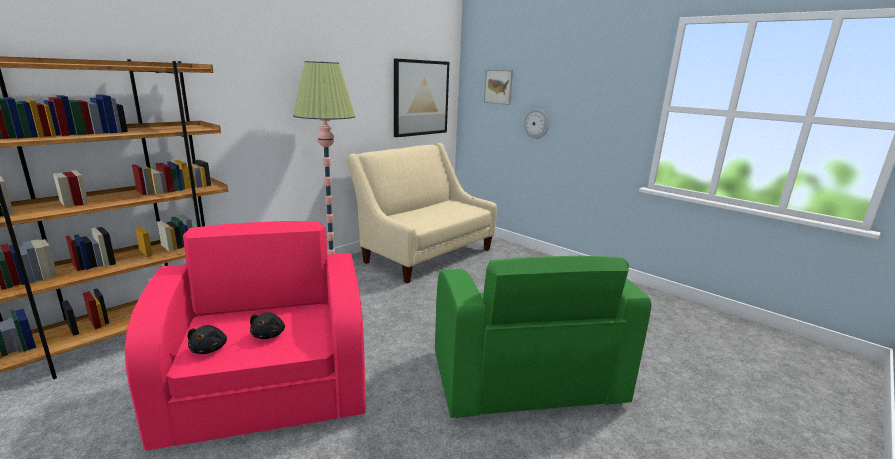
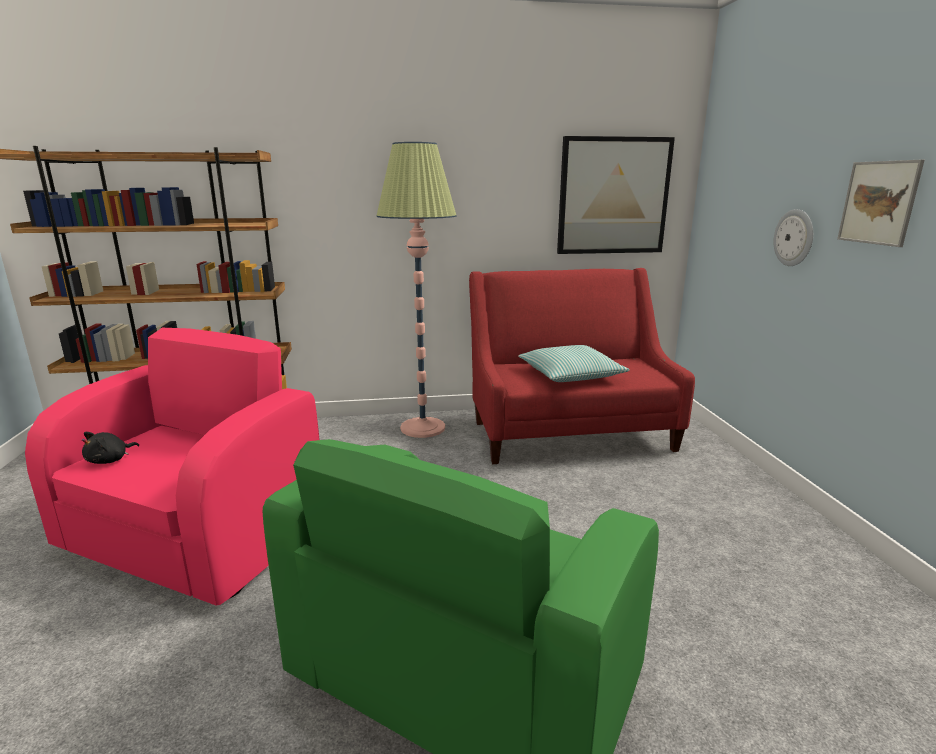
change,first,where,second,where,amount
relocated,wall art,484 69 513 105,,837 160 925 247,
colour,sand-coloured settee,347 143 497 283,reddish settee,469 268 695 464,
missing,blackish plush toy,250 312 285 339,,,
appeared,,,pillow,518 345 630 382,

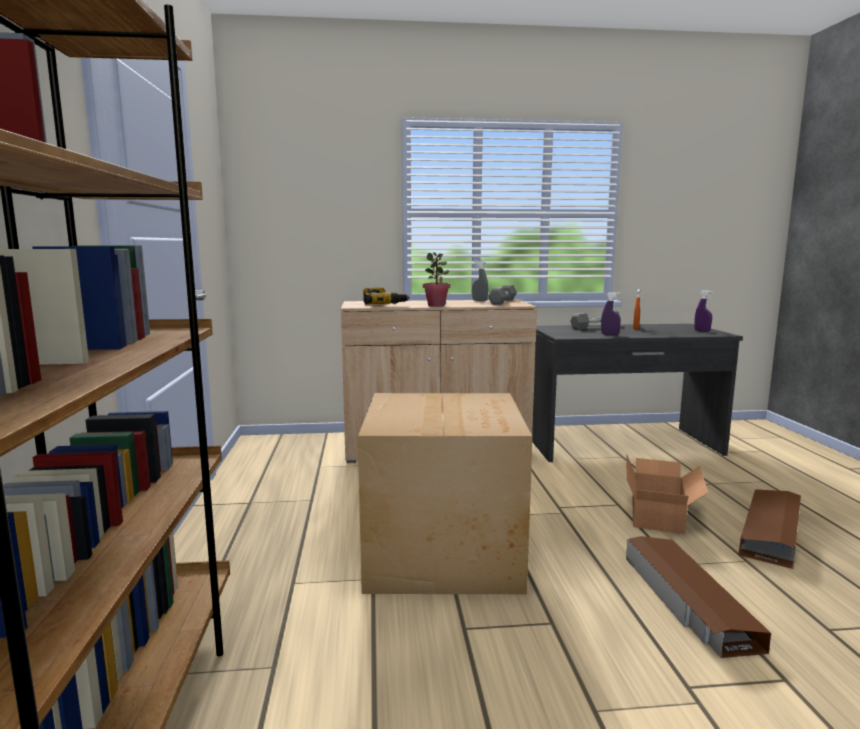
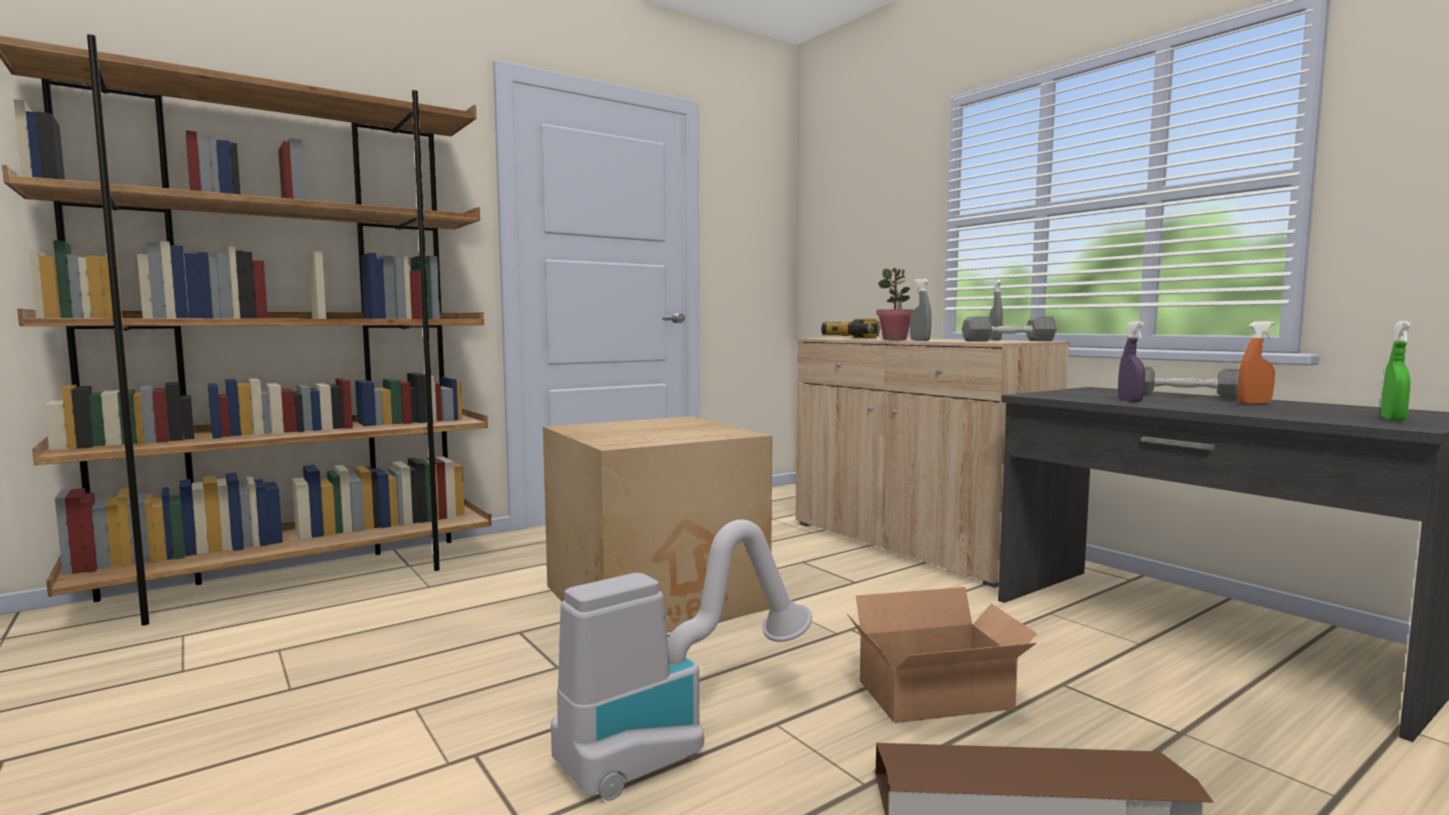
change,first,where,second,where,amount
colour,purplish sprayer,694 290 713 332,greenish sprayer,1381 321 1411 421,
exchanged,brownish storage box,626 536 771 658,vacuum,551 520 812 801,
appeared,,,grey sprayer,910 279 932 341,

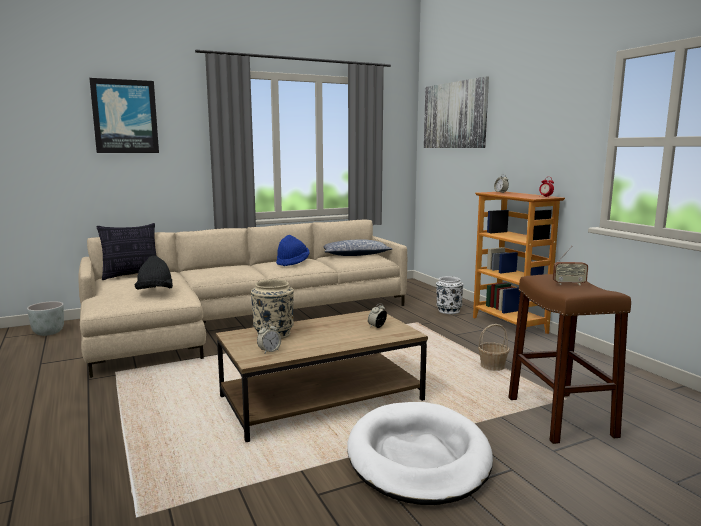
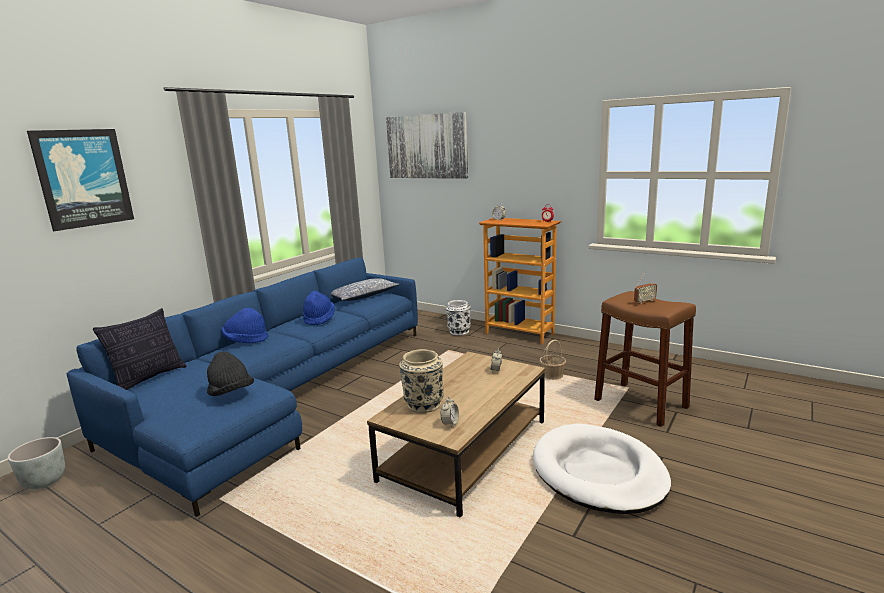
change,first,where,second,where,amount
colour,sand-coloured settee,78 220 407 378,bluish settee,67 258 418 517,
appeared,,,bluish hat,222 308 268 343,

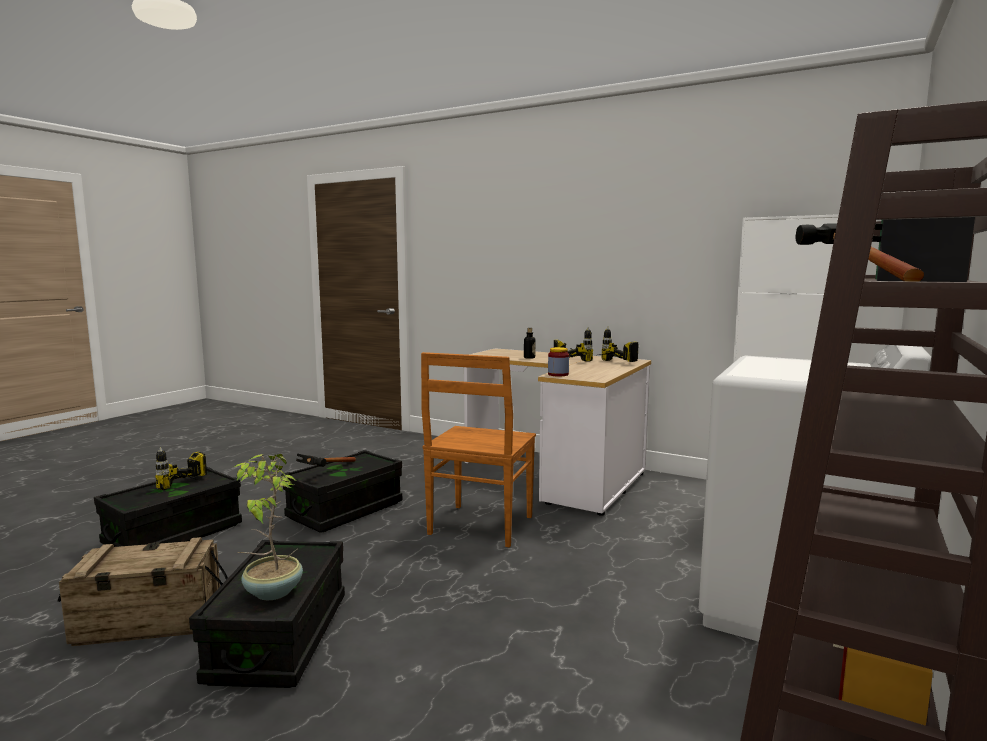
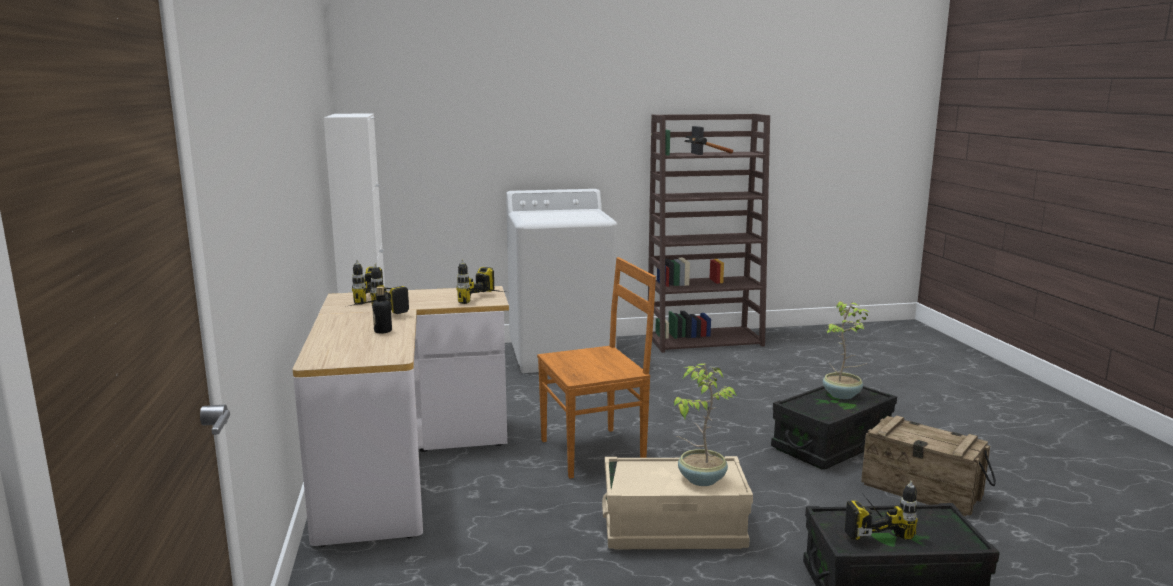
change,first,where,second,where,amount
exchanged,storage jar,548 347 569 376,electric drill,457 259 504 304,
colour,blackish storage box,281 450 402 533,sand-coloured storage box,602 456 753 549,
exchanged,tool hammer,296 453 356 467,potted plant,674 363 737 486,

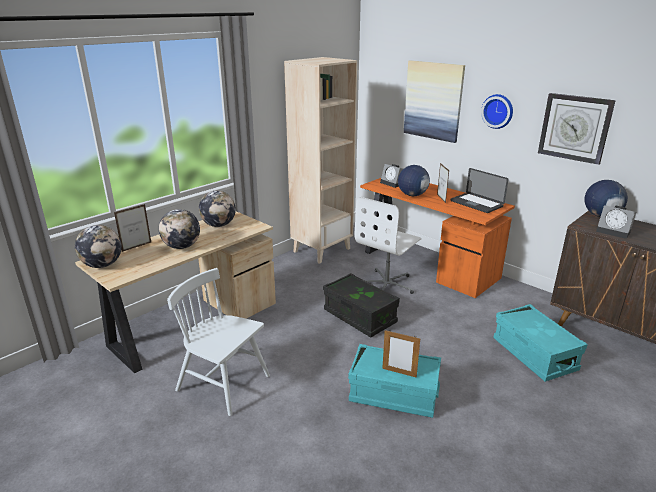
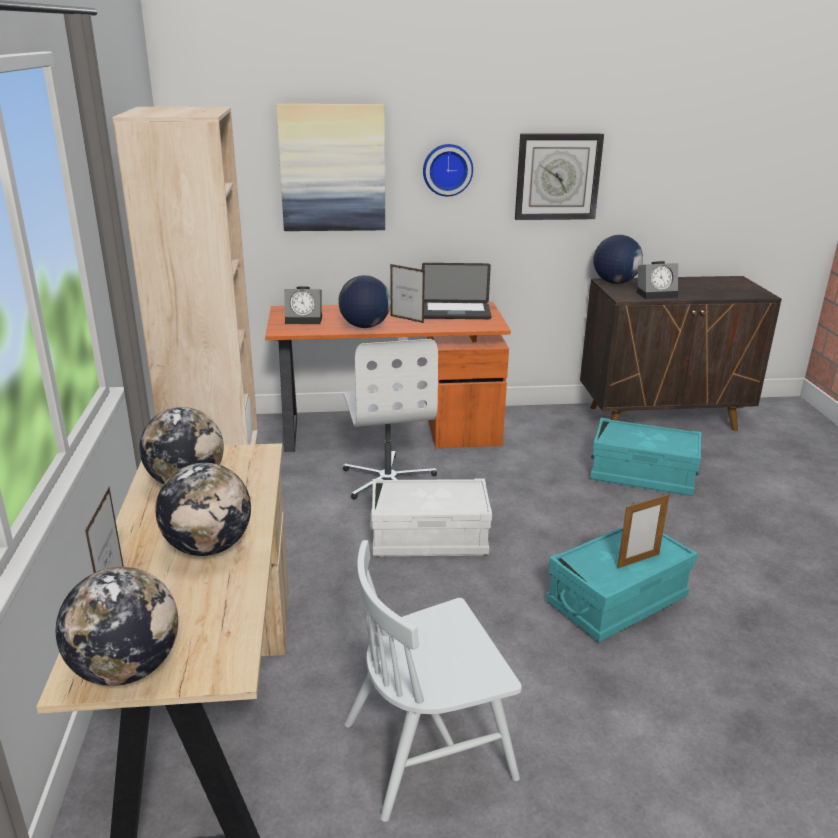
change,first,where,second,where,amount
colour,blackish storage box,323 273 400 337,whitish storage box,370 478 492 556,

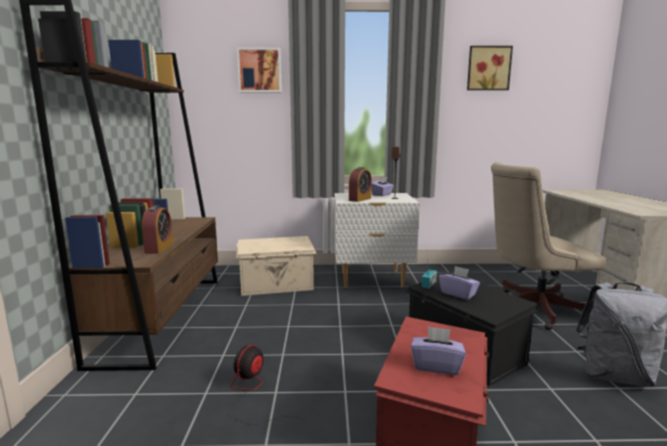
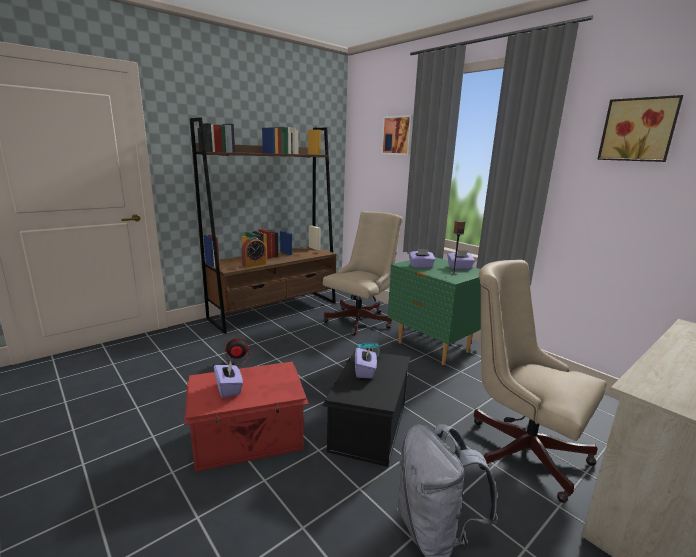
change,first,where,second,where,amount
exchanged,bedside clock,349 167 372 202,purplish tissue holder,409 249 435 268,
colour,whitish night table,334 193 420 288,greenish night table,388 257 481 365,
exchanged,sand-coloured storage box,236 236 317 296,sand-coloured desk chair,323 211 403 336,

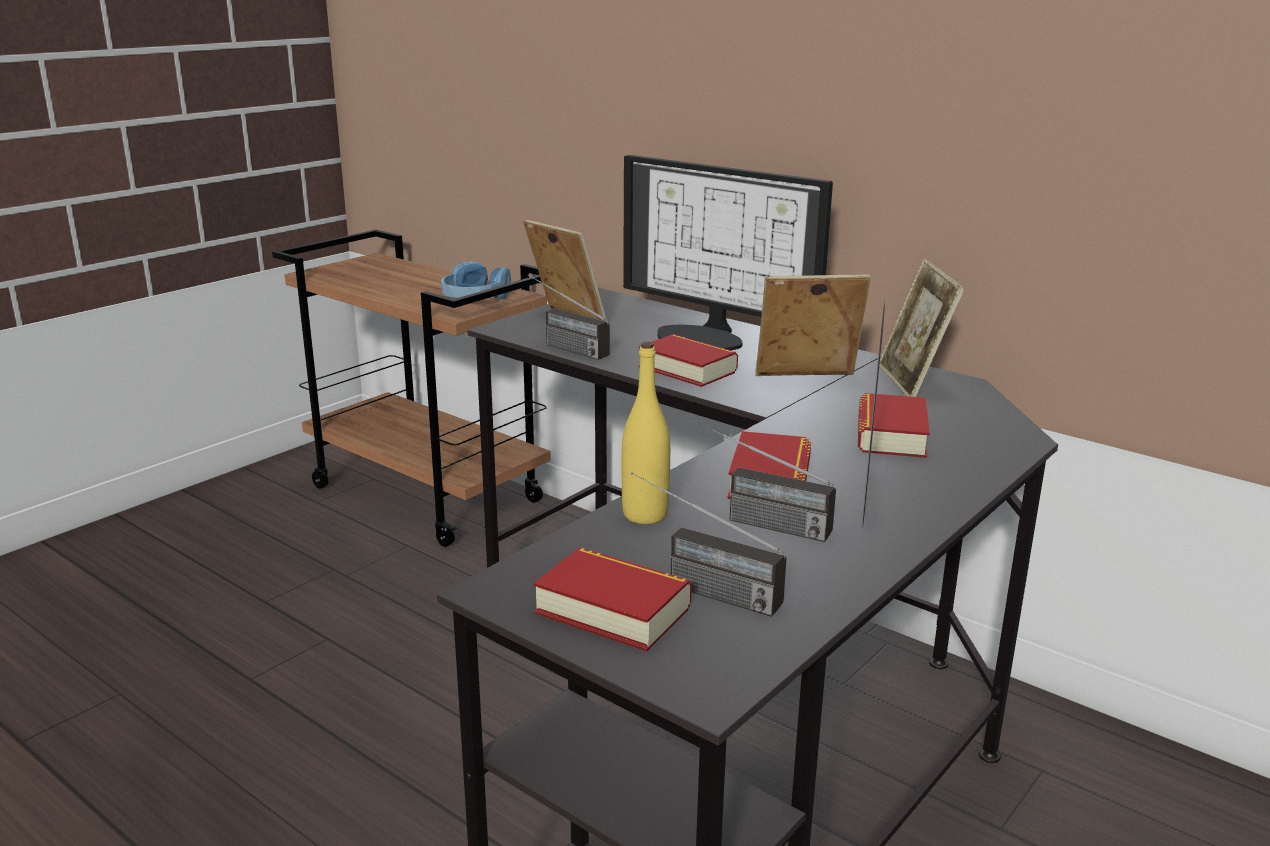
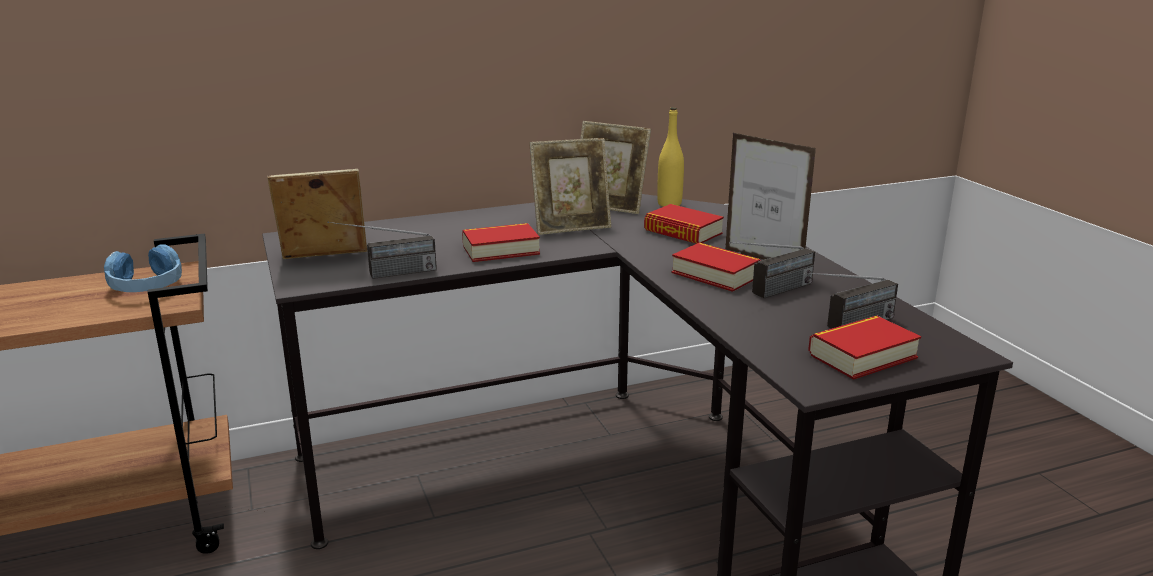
change,first,where,second,where,amount
missing,monitor,623 155 833 350,,,
spun,photo frame,755 274 871 376,,529 138 611 235,135 degrees counterclockwise
relocated,yellow beverage bottle,622 342 670 524,,657 107 684 207,

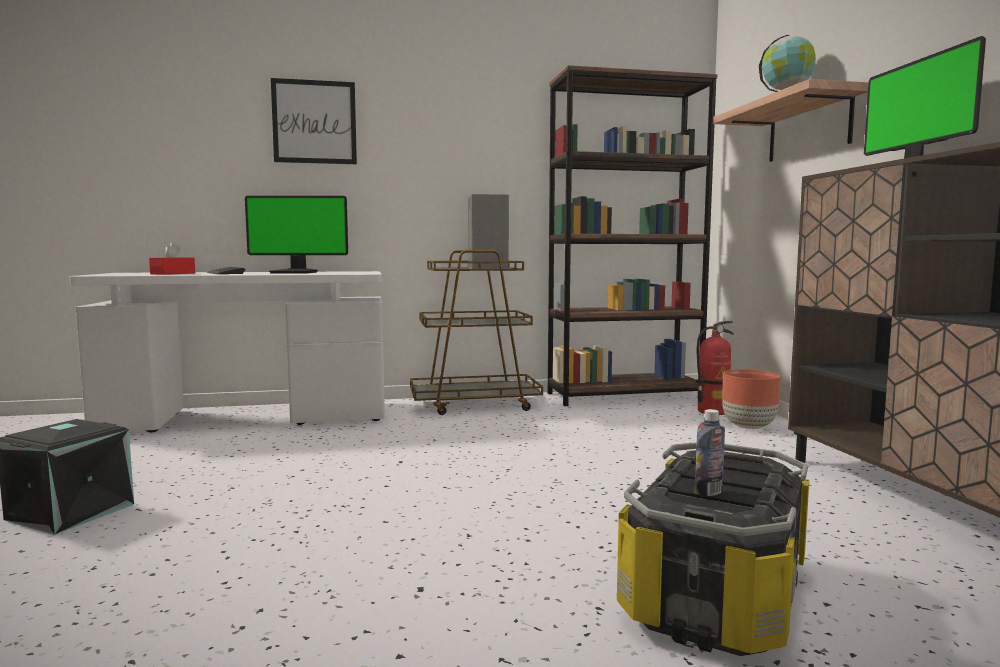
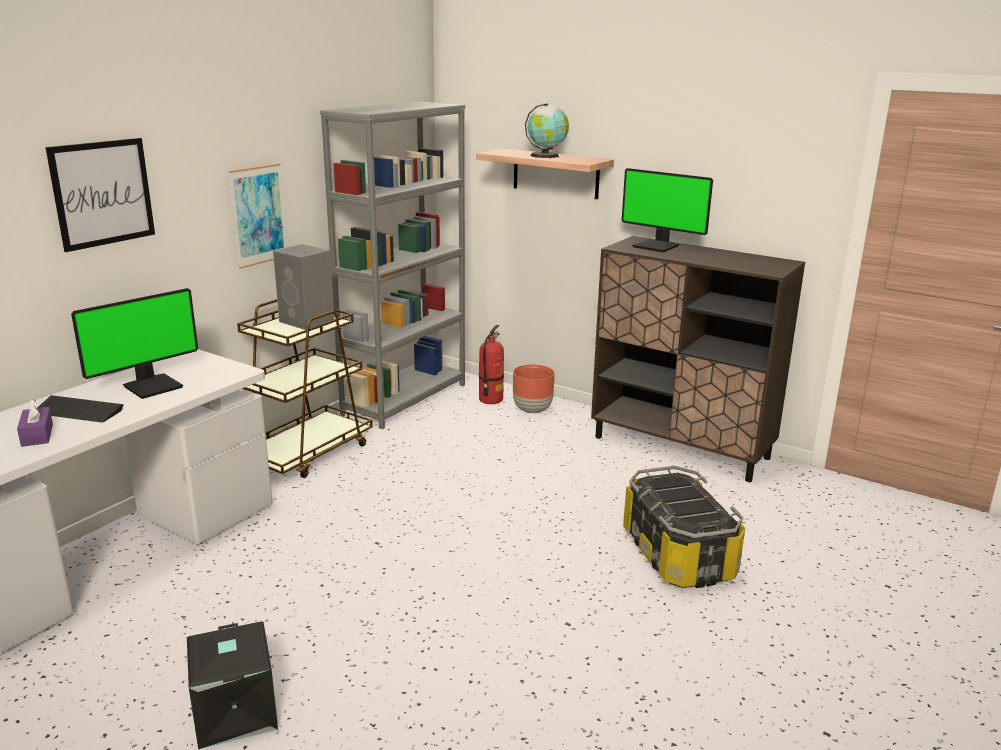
change,first,where,second,where,amount
colour,brownish bookshelf,548 65 717 406,grey bookshelf,320 102 465 429,
colour,reddish tissue holder,149 242 195 275,purplish tissue holder,17 399 53 447,
missing,beverage bottle,695 409 725 496,,,
appeared,,,wall art,229 163 286 269,

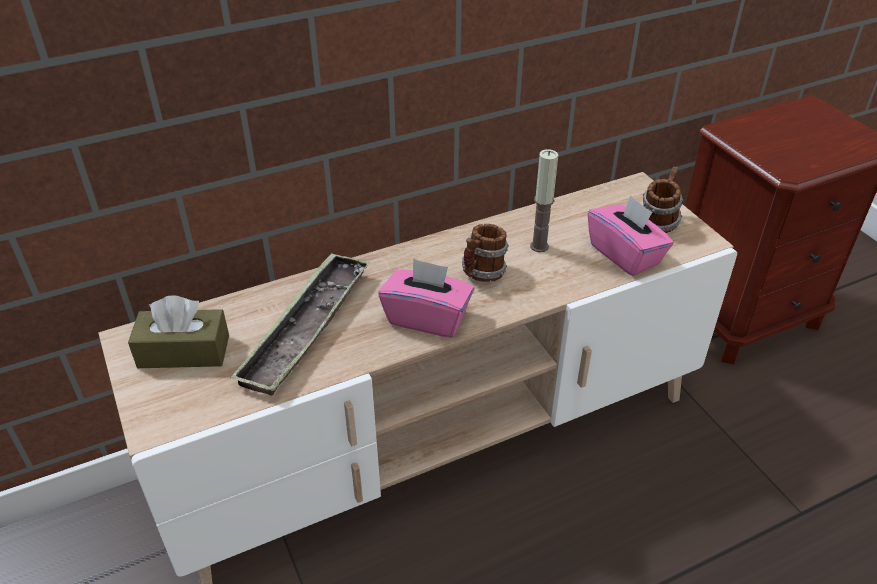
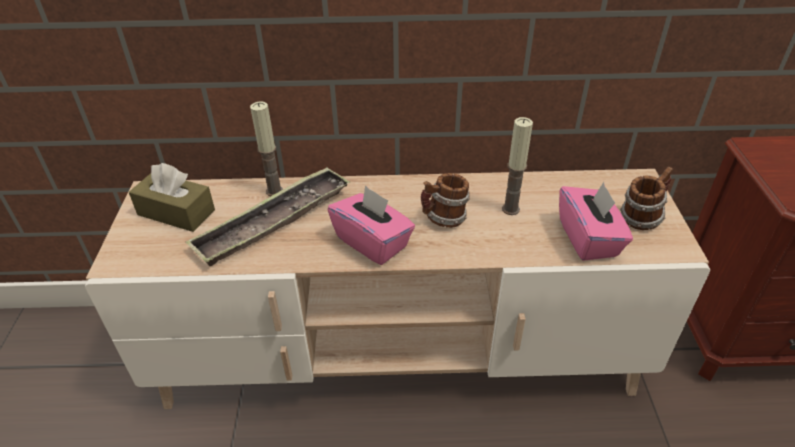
change,first,where,second,where,amount
appeared,,,candle,250 101 283 196,

